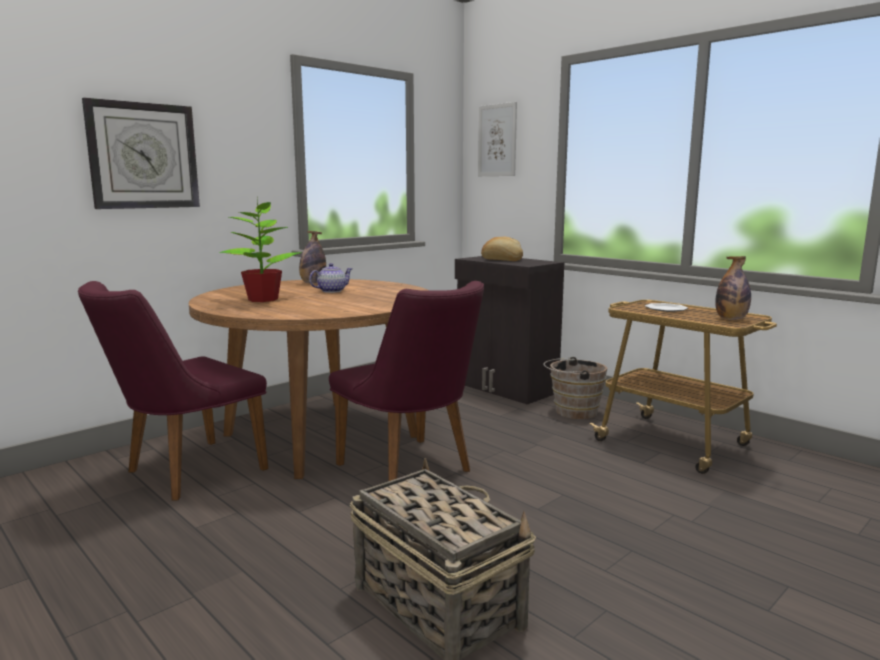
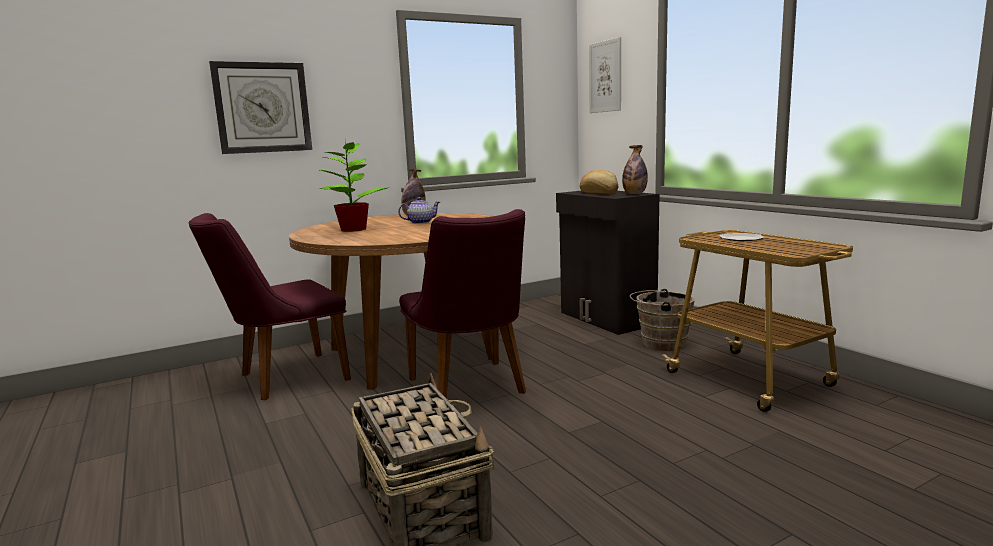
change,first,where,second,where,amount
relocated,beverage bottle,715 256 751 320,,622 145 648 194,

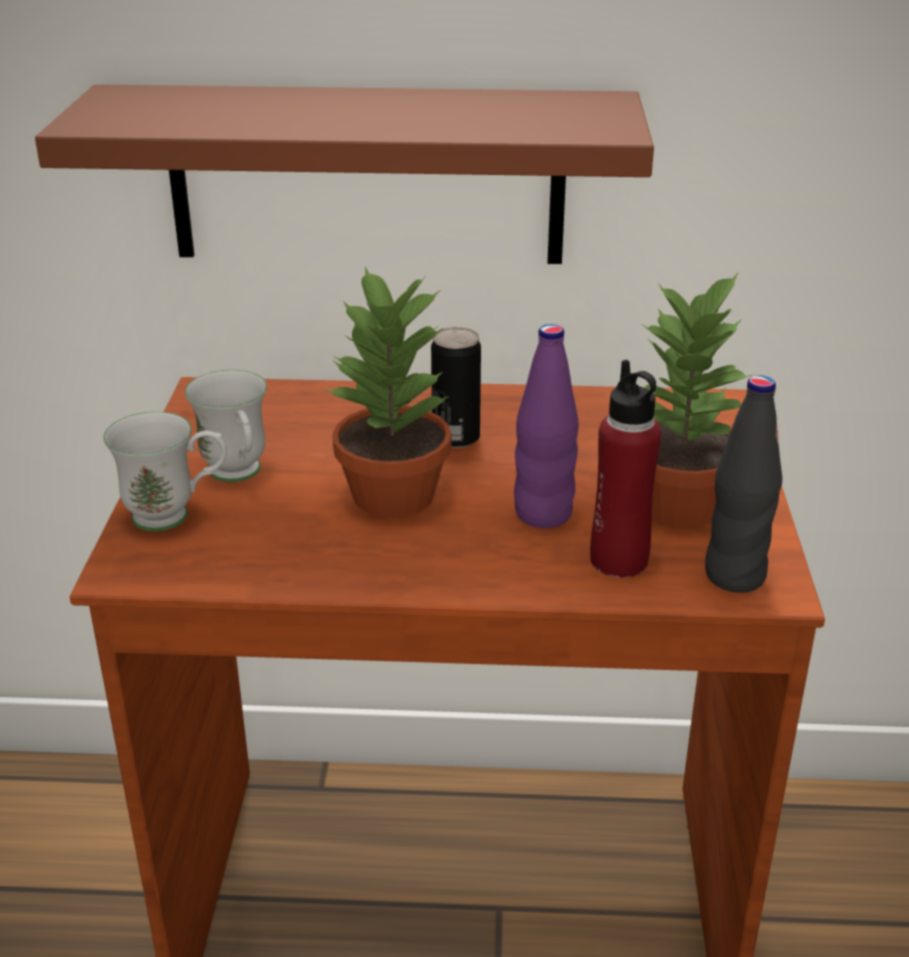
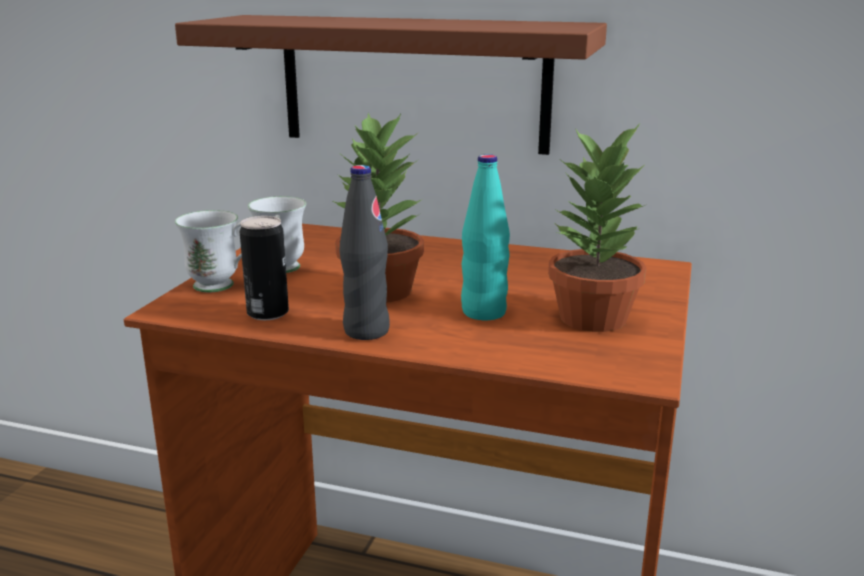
change,first,where,second,where,amount
colour,purplish beverage bottle,514 324 579 528,turquoise-coloured beverage bottle,461 154 510 320,
relocated,metal can,431 327 481 448,,239 216 289 320,
missing,reddish beverage bottle,590 360 661 577,,,
relocated,blackish beverage bottle,705 375 782 593,,339 165 390 340,

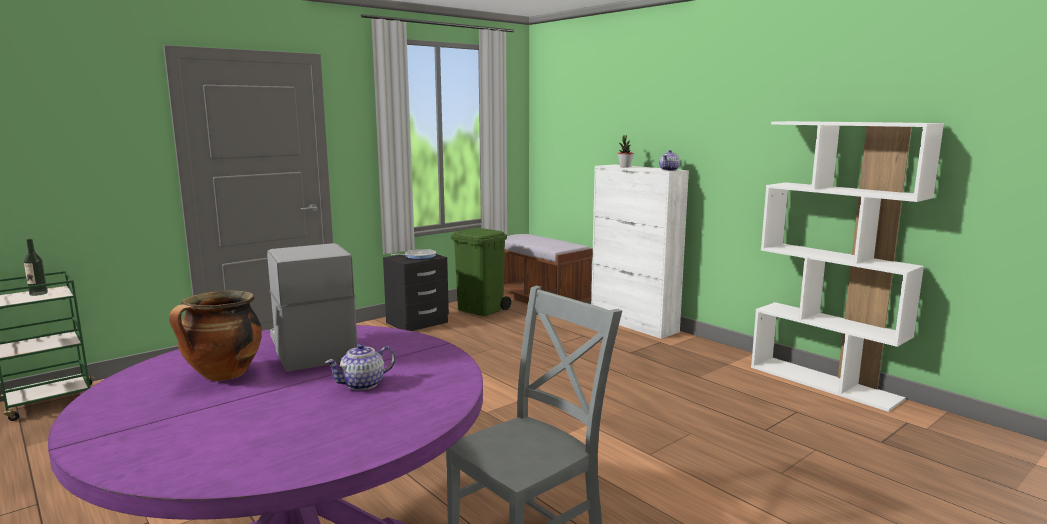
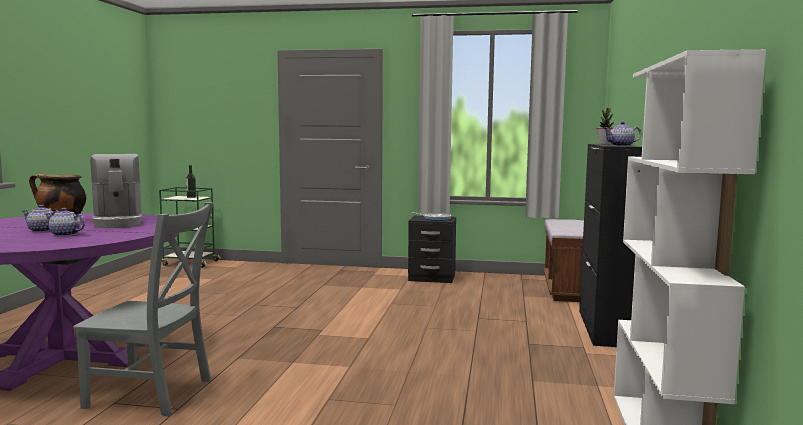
change,first,where,second,where,amount
colour,whitish cupboard,591 164 689 339,blackish cupboard,579 144 642 347,
missing,greenish trash can,451 228 511 316,,,
spun,coffee machine,267 243 358 372,,90 154 142 228,135 degrees clockwise
appeared,,,pot for tea,22 205 59 232,

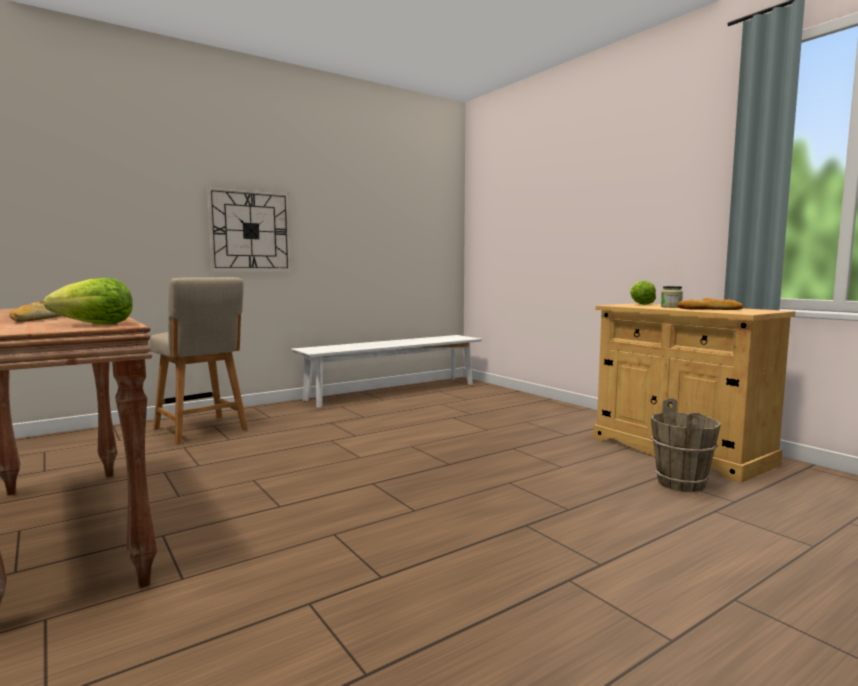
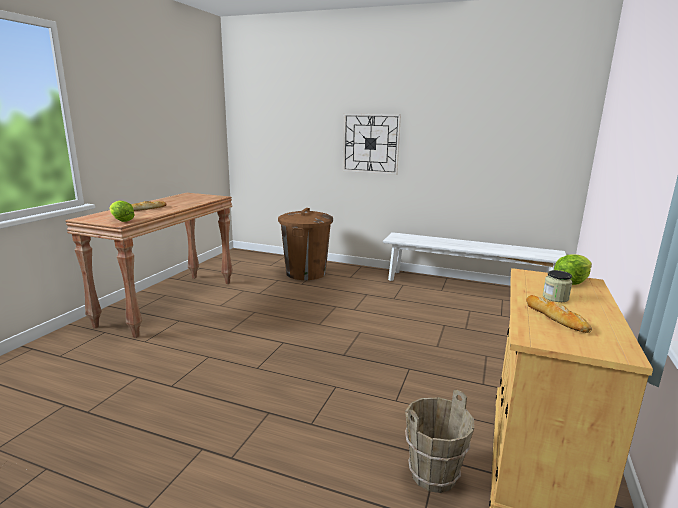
change,first,where,second,where,amount
exchanged,sand-coloured chair,150 277 248 444,brownish trash can,278 208 333 280,

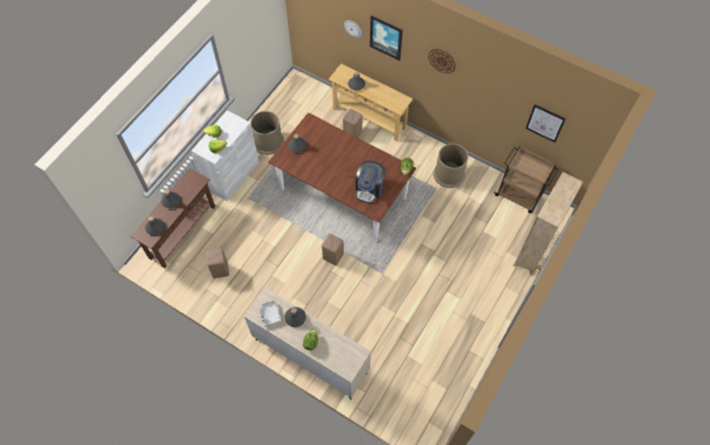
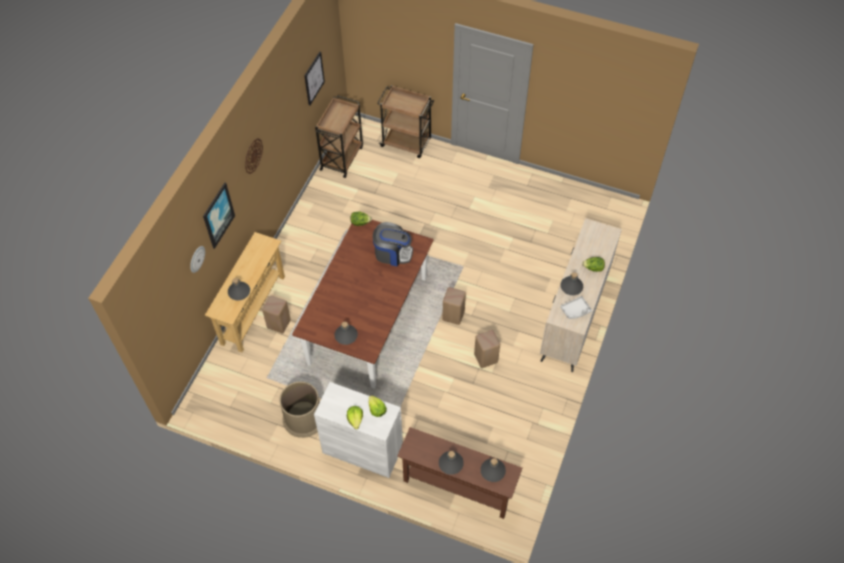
change,first,where,second,where,amount
missing,brownish trash can,433 144 468 188,,,
exchanged,sand-coloured bookshelf,513 172 583 276,brownish cart,377 85 434 158,
relocated,sand-coloured stool,206 249 229 278,,474 330 500 368,

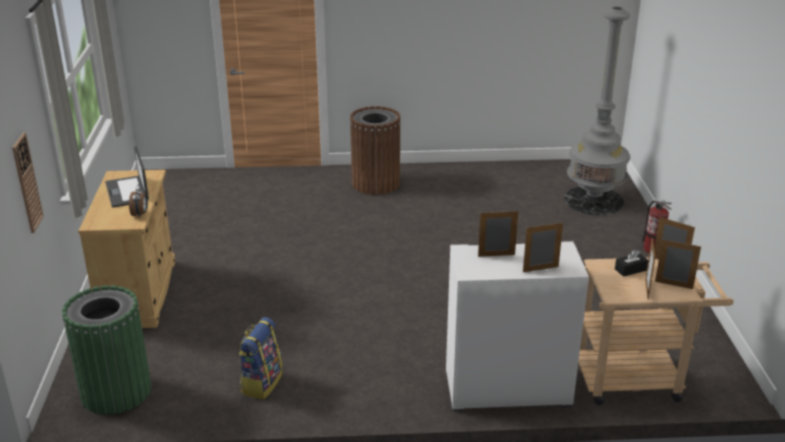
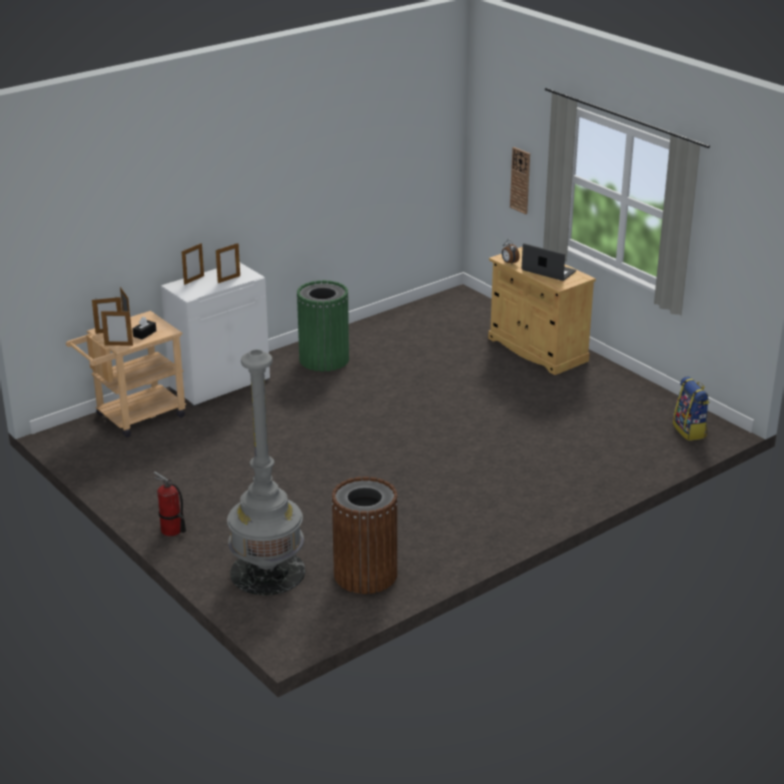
change,first,where,second,where,amount
relocated,brownish trash can,350 106 401 195,,331 476 398 594,
relocated,greenish trash can,62 285 151 415,,297 280 349 372,
relocated,backpack,238 317 283 399,,673 377 709 441,

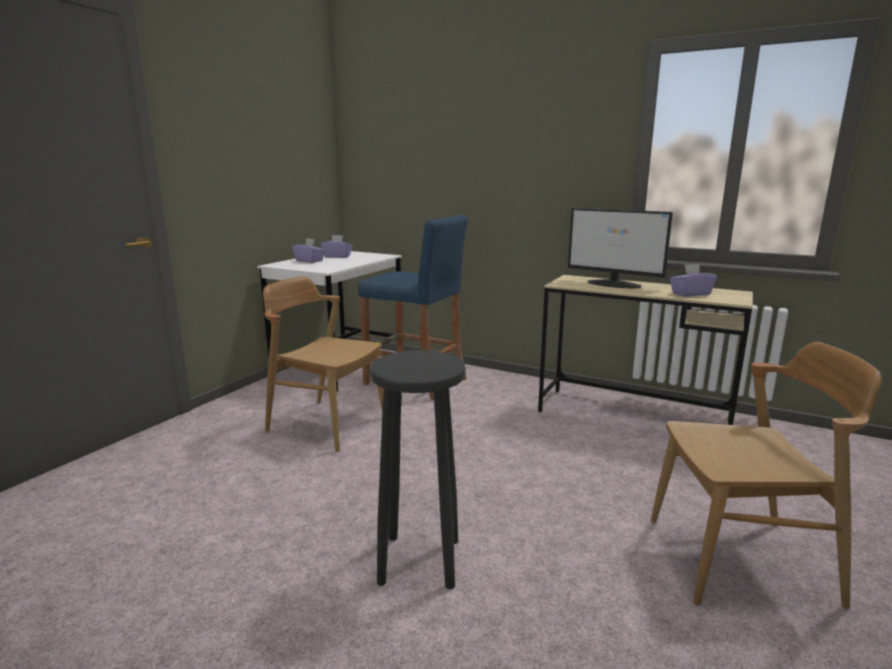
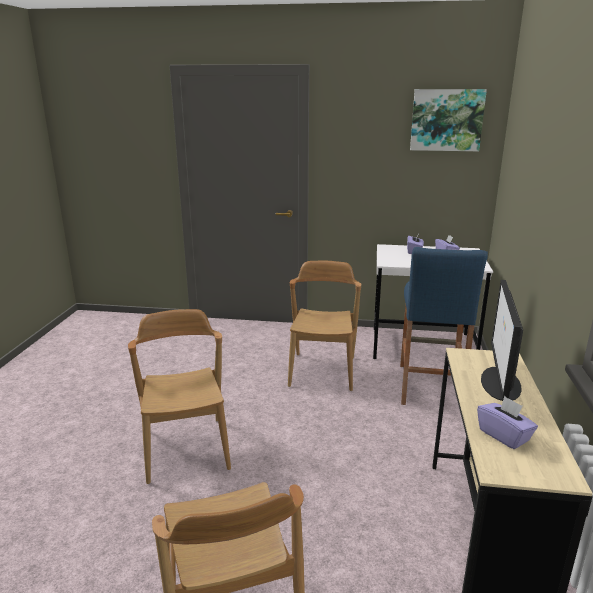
change,first,where,second,where,amount
exchanged,blackish stool,370 350 466 589,brownish chair,128 309 231 484,
appeared,,,wall art,410 89 487 151,

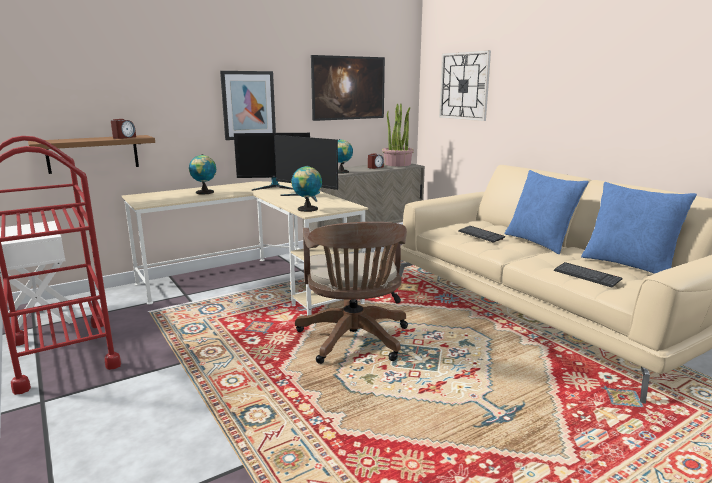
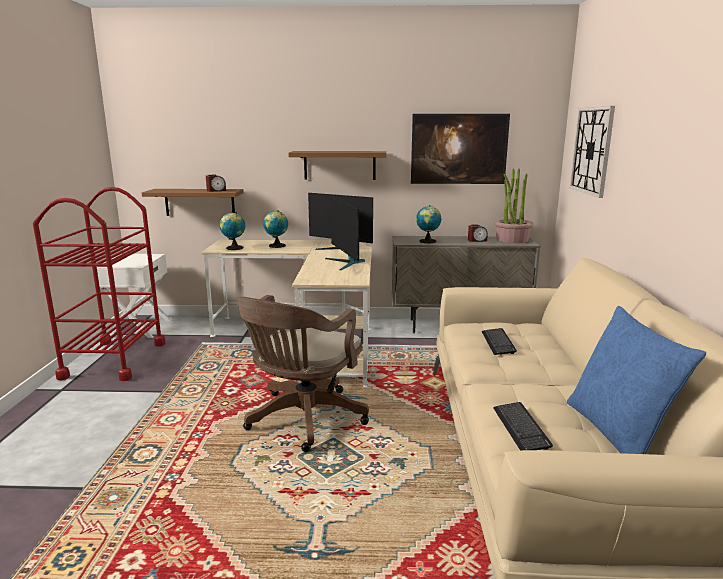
change,first,where,second,where,amount
exchanged,wall art,220 71 276 140,brownish bracket shelf,288 151 387 180,
relocated,globe,291 165 322 212,,220 212 245 250,
missing,bluish pillow,504 170 589 254,,,

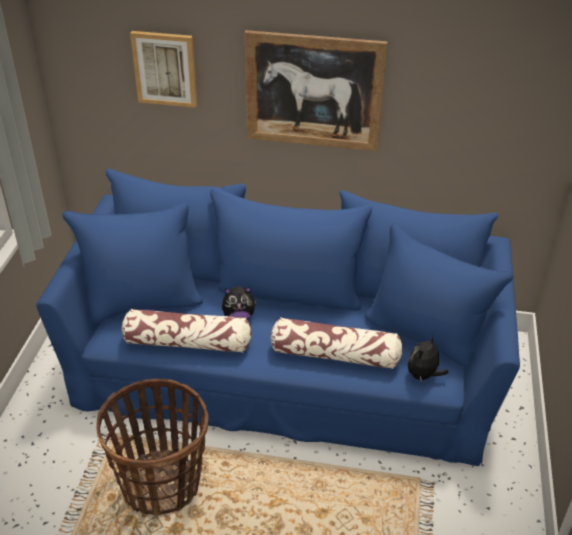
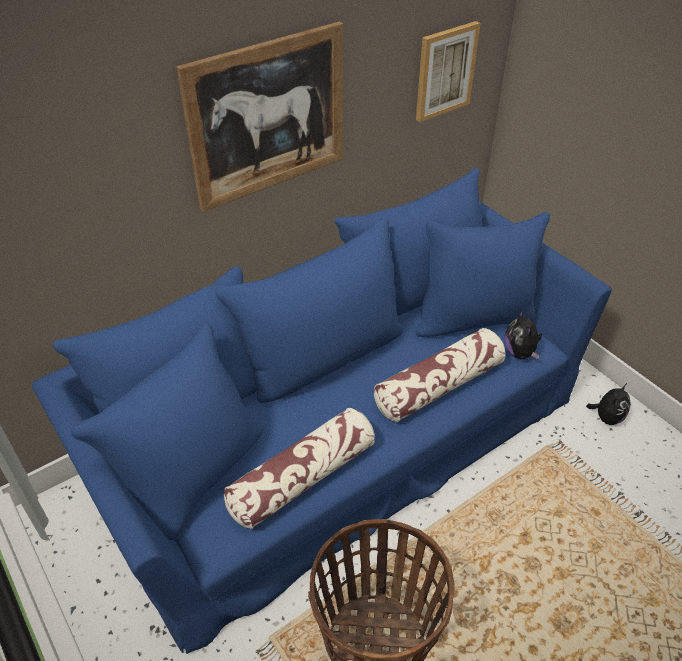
change,first,where,second,where,amount
relocated,wall art,130 31 197 108,,416 21 481 122,
relocated,plush toy,222 286 257 319,,586 383 631 425,

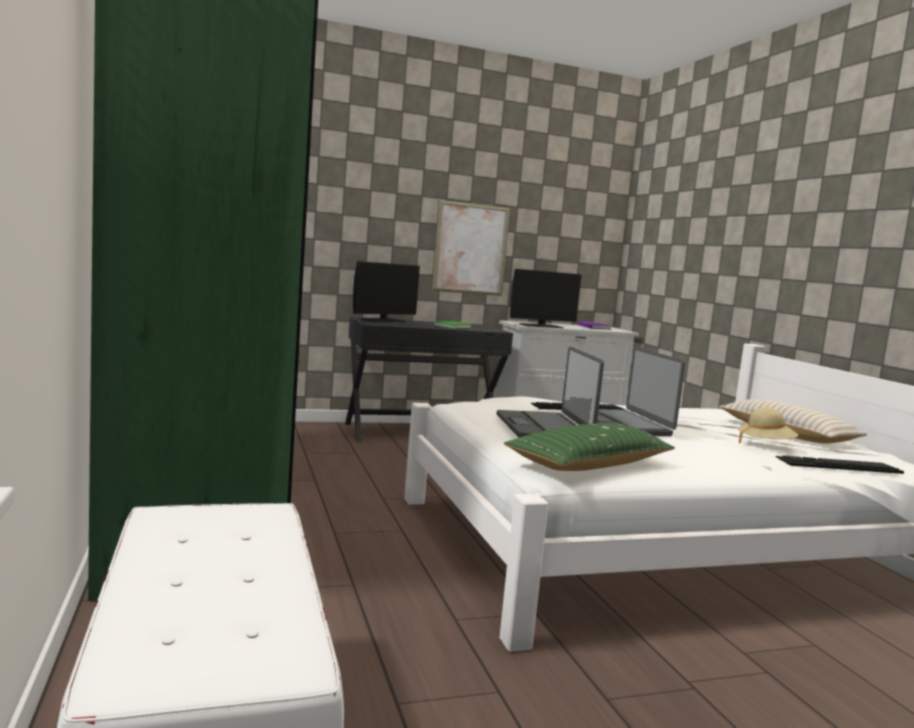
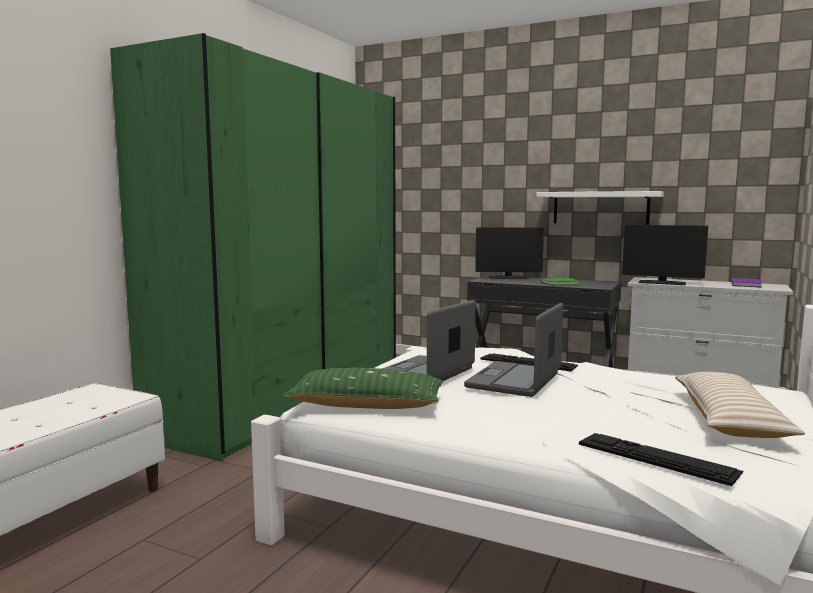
change,first,where,second,where,amount
exchanged,wall art,431 200 511 296,whitish bracket shelf,536 191 664 224,
missing,sand-coloured hat,738 407 798 444,,,

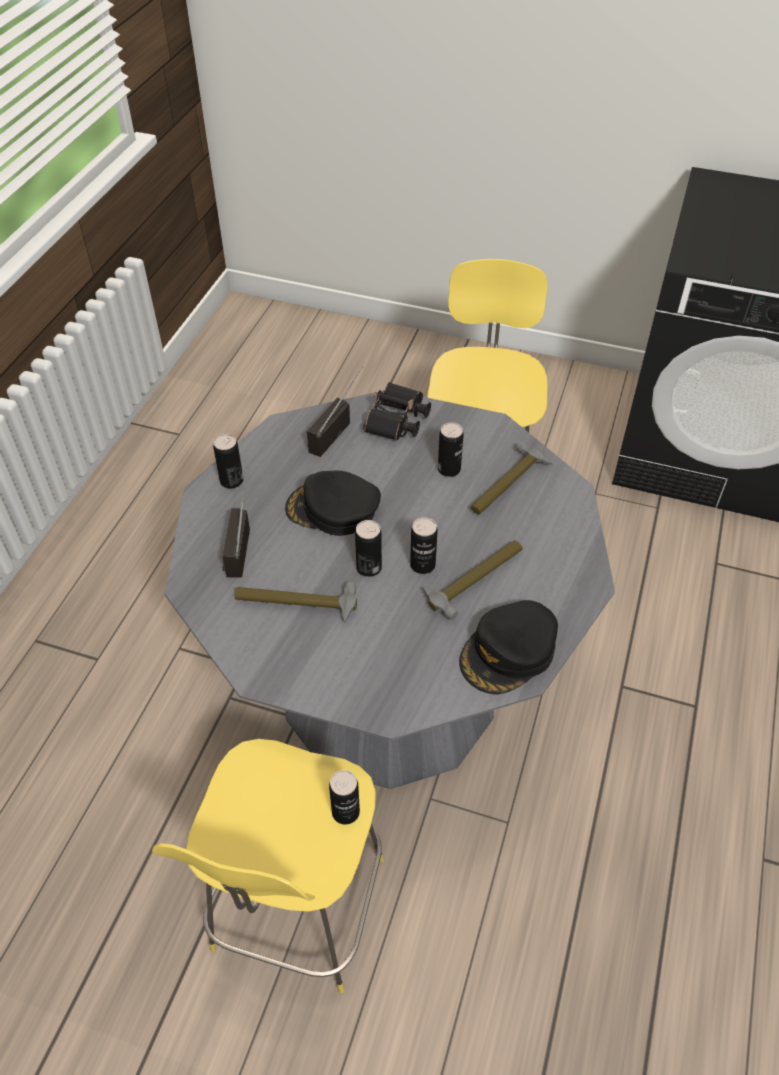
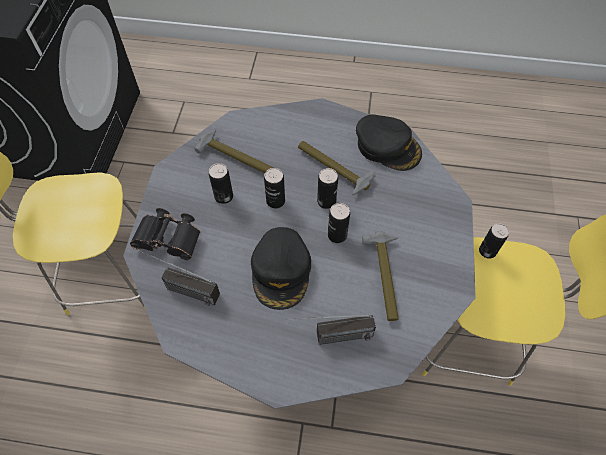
change,first,where,second,where,amount
relocated,metal can,213 434 243 488,,264 168 285 209,

